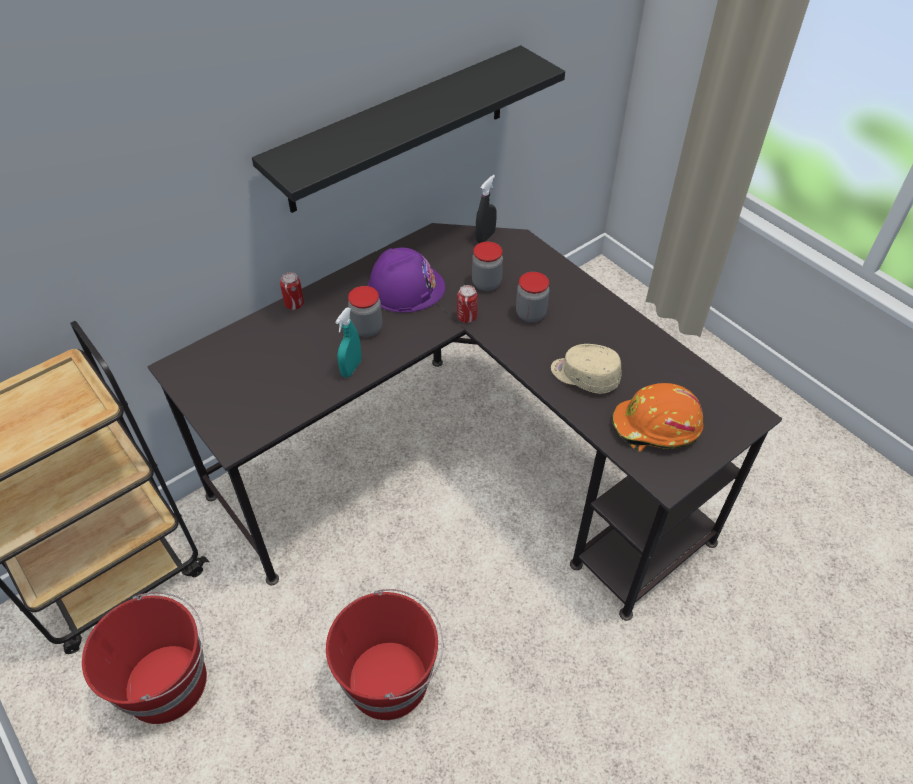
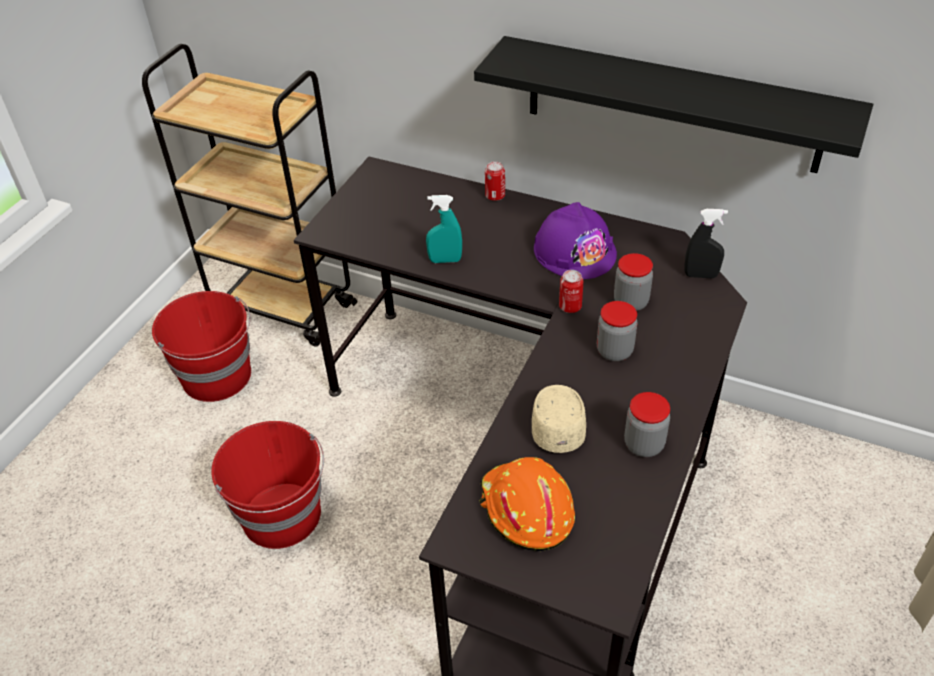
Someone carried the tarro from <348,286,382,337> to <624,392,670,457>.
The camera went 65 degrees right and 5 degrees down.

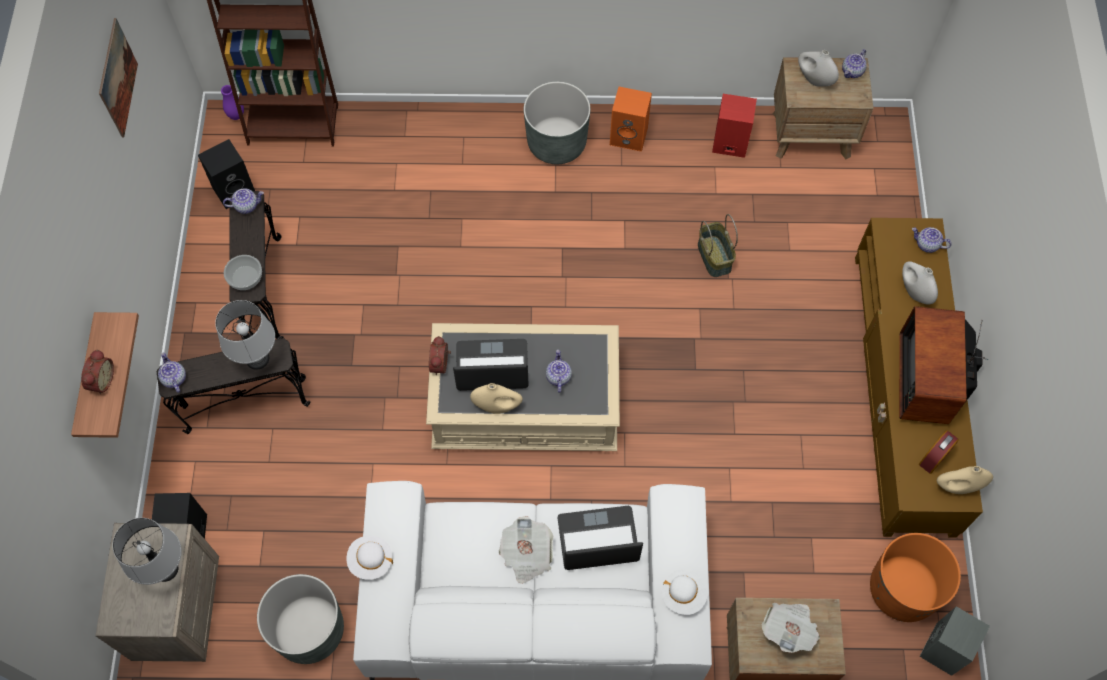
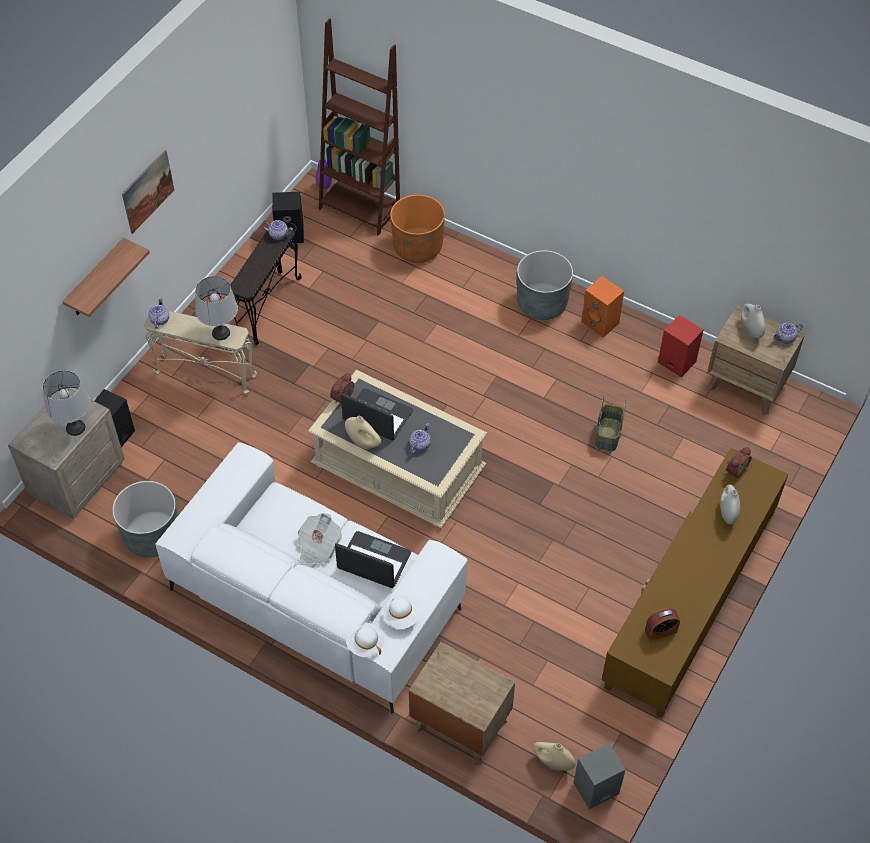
Someone carried the despertador from <81,350,114,394> to <726,447,752,478>.
Someone carried the cuadro from <99,18,138,137> to <122,150,174,234>.
Someone repainted the mesa auxiliar (negro) at <156,338,311,434>, which became the mesa auxiliar (beis) at <144,311,257,395>.
Someone took away the cuenco at <224,255,262,290>.
Someone carried the sombrero (blanco) from <347,536,393,580> to <346,622,384,657>.
Someone took away the periódico at <761,603,820,653>.
Someone carried the maceta (naranja) from <870,533,961,622> to <390,195,445,263>.
Someone took away the televisor at <899,306,988,424>.
Someone took away the tetera at <912,227,951,253>.
Someone carried the florero (beis) from <937,466,993,494> to <533,742,576,771>.
The camera went 30 degrees right and 10 degrees down.

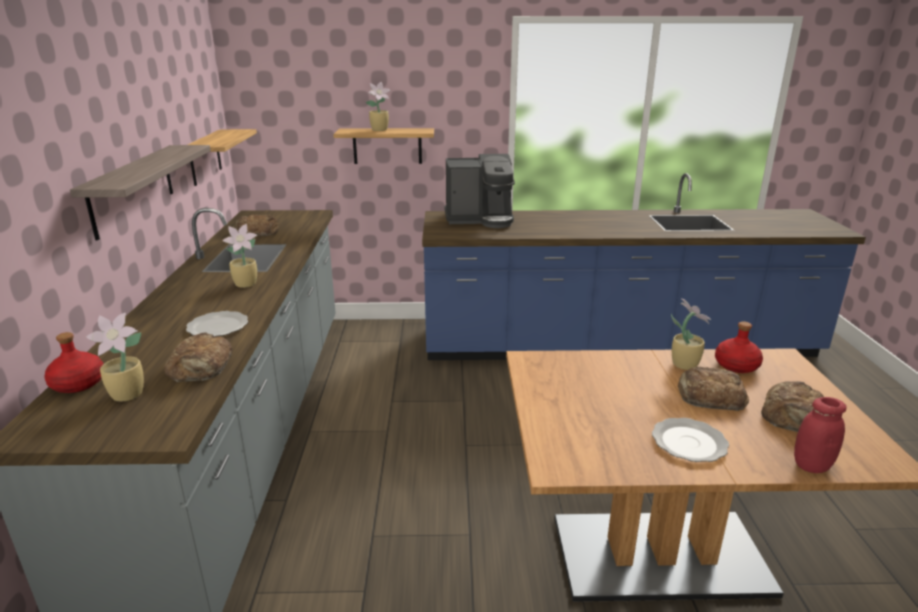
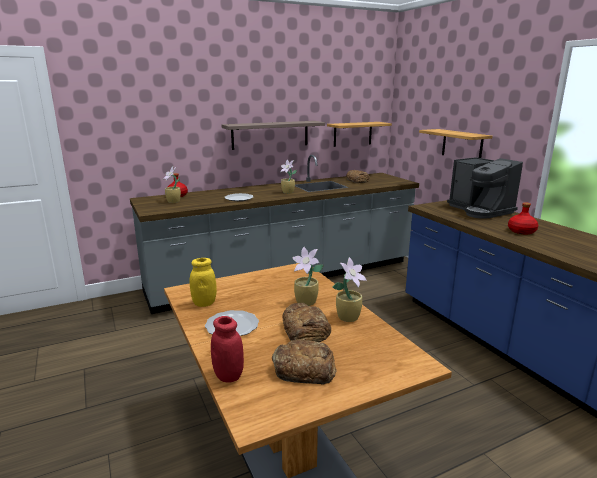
Someone took away the pan at <164,332,232,382>.
Someone carried the planta en maceta from <365,82,391,131> to <292,247,324,306>.
Someone carried the botella (rojo) from <715,321,763,373> to <508,202,538,234>.
Someone put down the tarro (amarillo) at <190,258,217,307>.
The camera went 65 degrees right and 5 degrees down.

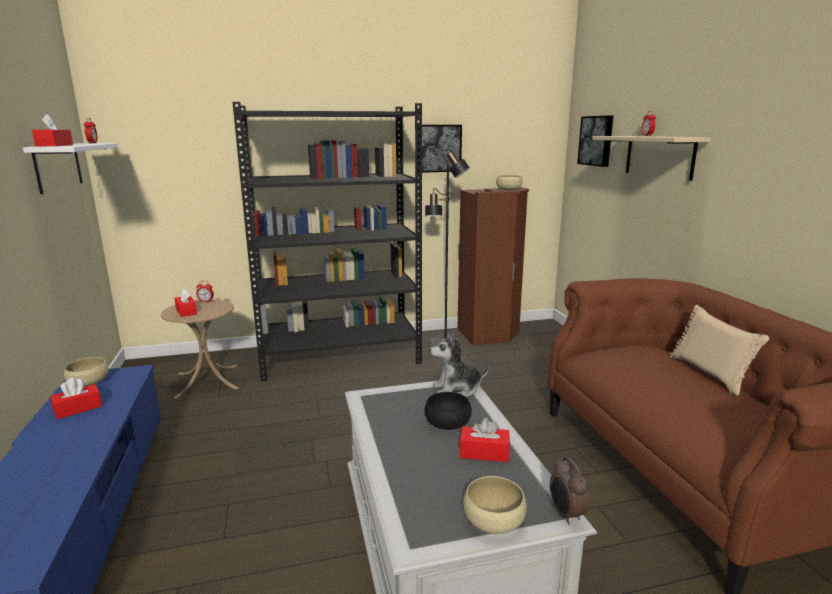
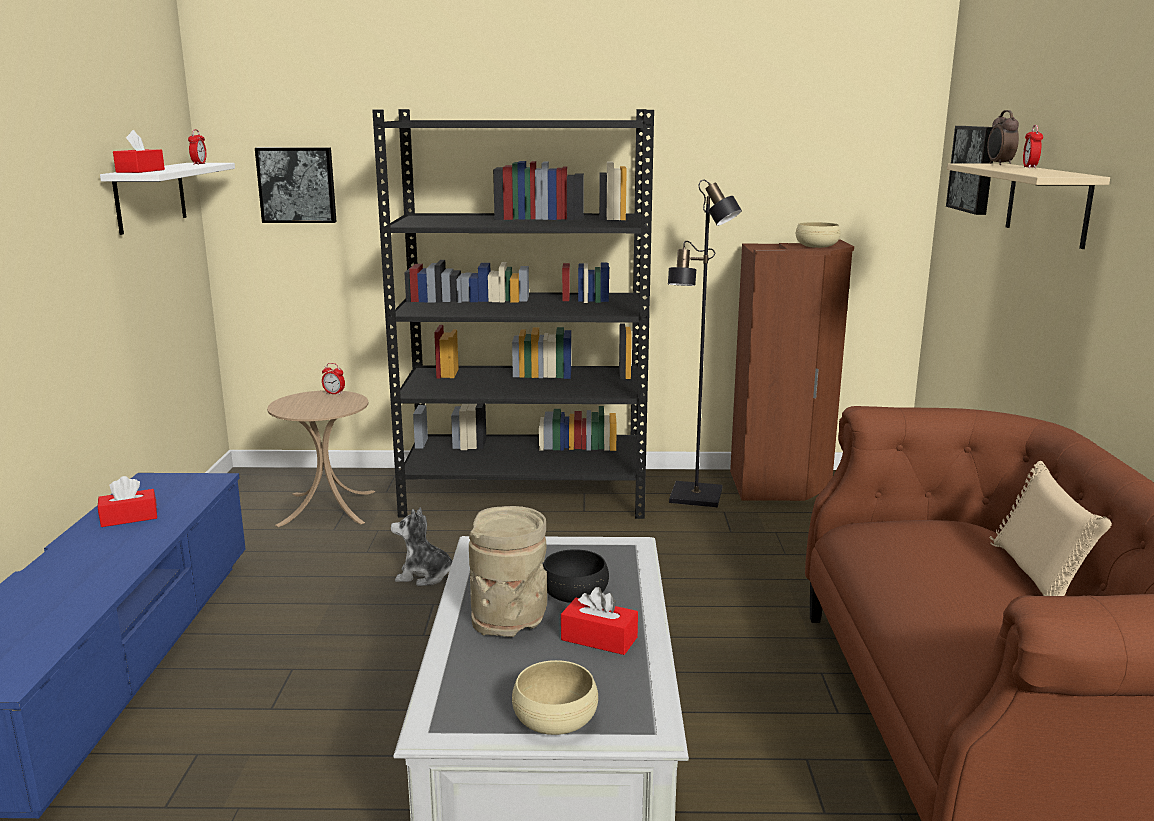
Someone took away the cuenco (beis) at <64,357,109,386>.
Someone took away the caja de pañuelos (rojo) at <175,288,197,317>.
Someone carried the cuadro from <417,125,462,173> to <255,147,337,223>.
Someone carried the peluche from <430,333,489,397> to <391,507,453,586>.
Someone carried the despertador from <550,457,589,525> to <987,110,1019,165>.
Someone put down the florero (beis) at <469,506,547,637>.
The camera went 15 degrees right and 0 degrees up.

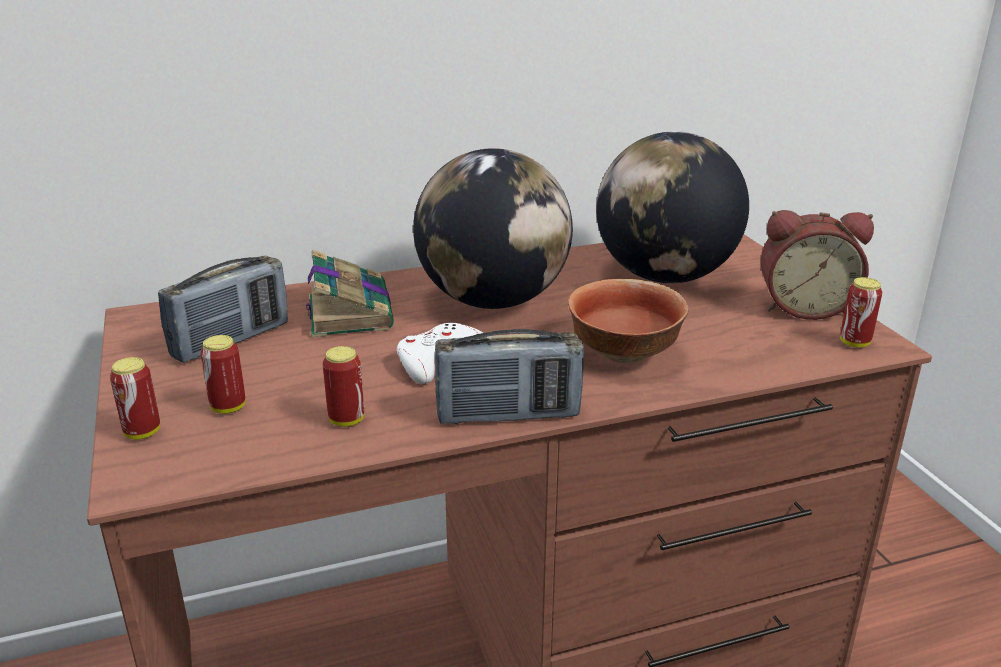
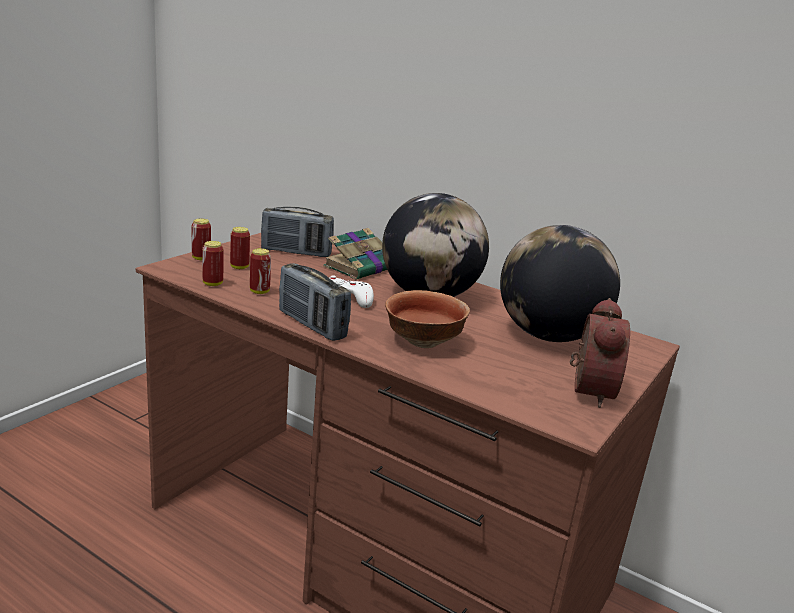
Someone rotated the despertador at <761,210,874,320> by 135 degrees counterclockwise.
Someone carried the lata from <840,277,882,348> to <202,241,224,286>.
The camera went 50 degrees right and 5 degrees down.

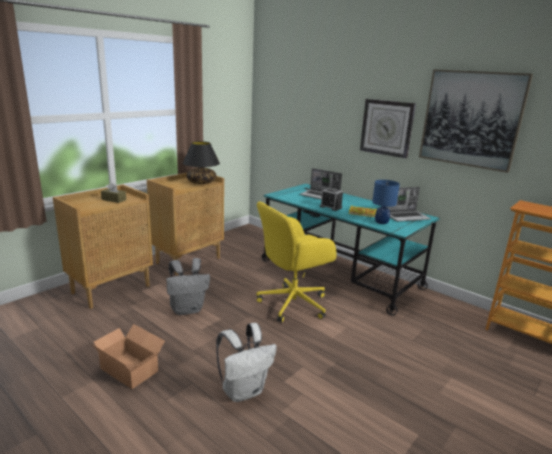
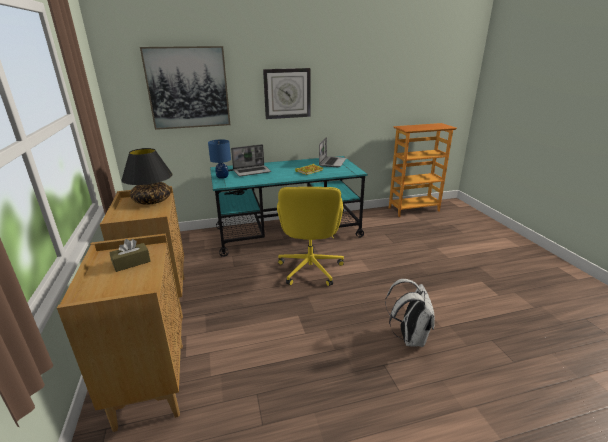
Someone took away the caja de cartón at <92,324,165,389>.
Someone took away the mochila (gris) at <166,258,210,315>.
Someone took away the despertador at <320,188,343,211>.
Someone carried the lámpara de mesa (azul) from <372,180,400,224> to <208,139,231,179>.
Someone carried the cuadro from <419,70,533,173> to <140,46,230,130>.
The camera went 55 degrees left and 5 degrees up.

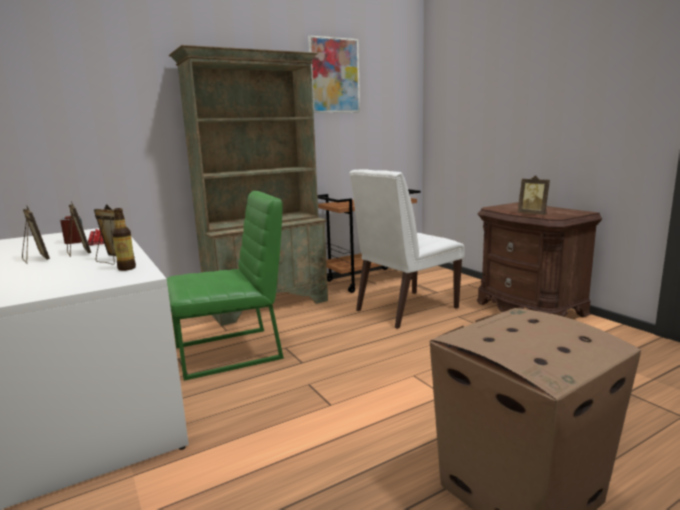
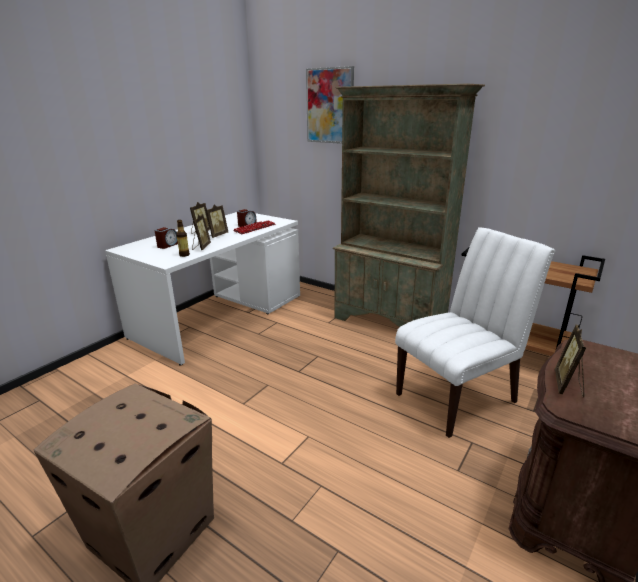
Someone took away the silla (verde) at <167,191,284,381>.
Someone carried the cuadro from <308,35,360,113> to <306,66,354,144>.
Someone rotated the silla (blanco) at <349,169,465,329> by 120 degrees clockwise.
Someone put down the despertador at <155,227,178,249>.
The camera went 65 degrees right and 10 degrees up.

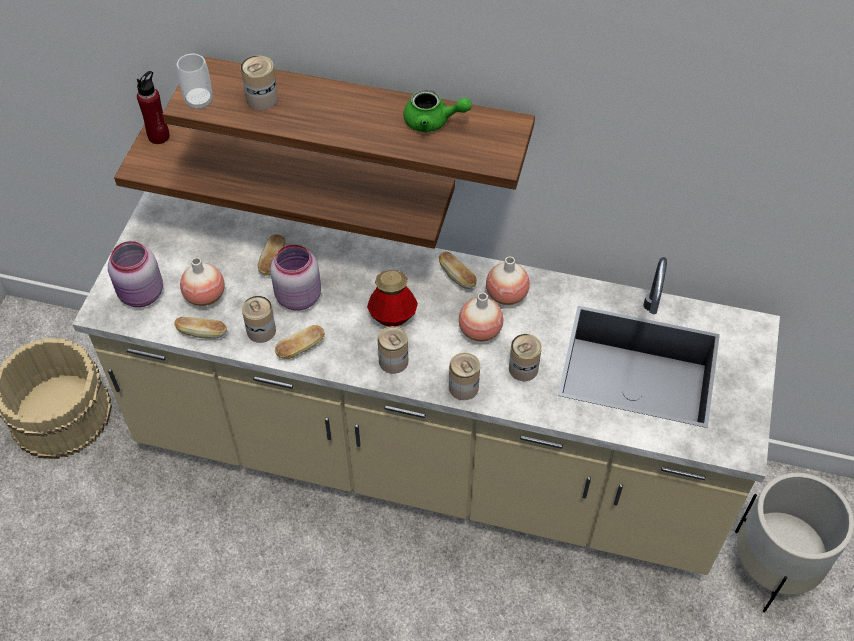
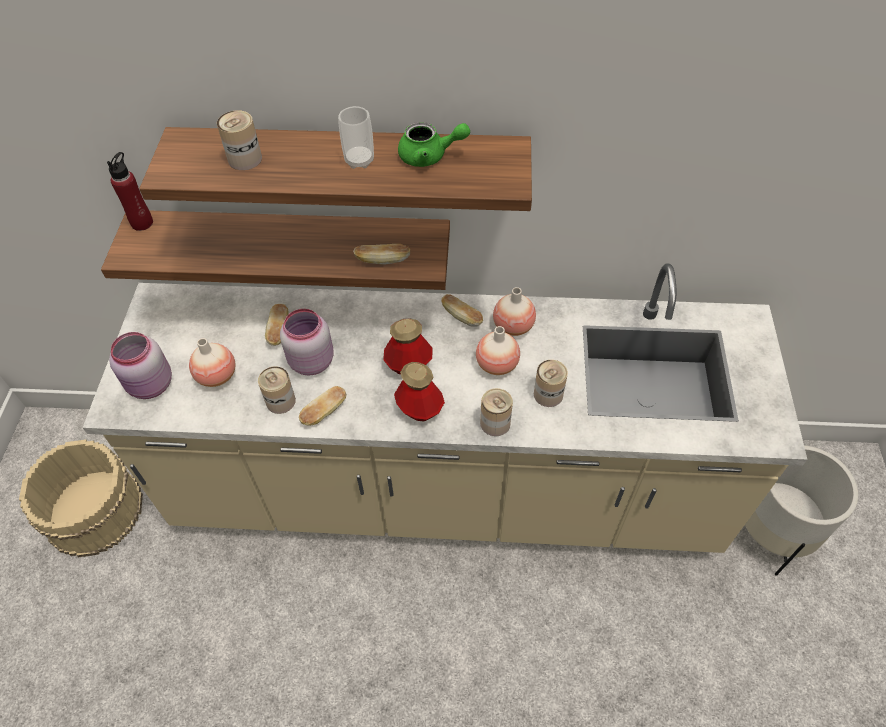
Someone carried the pan from <174,317,227,339> to <353,244,410,265>.
Someone carried the taza from <177,54,213,110> to <338,106,374,169>.
Someone swapped the lata at <378,326,408,374> for the botella at <394,362,445,422>.
The camera went 10 degrees left and 0 degrees up.

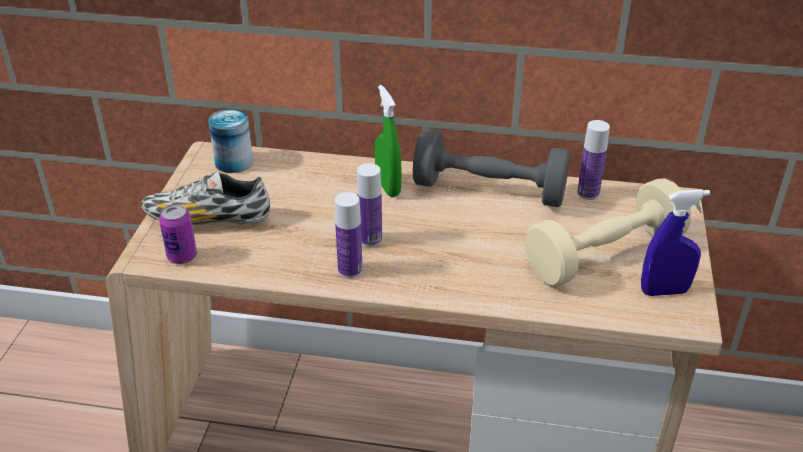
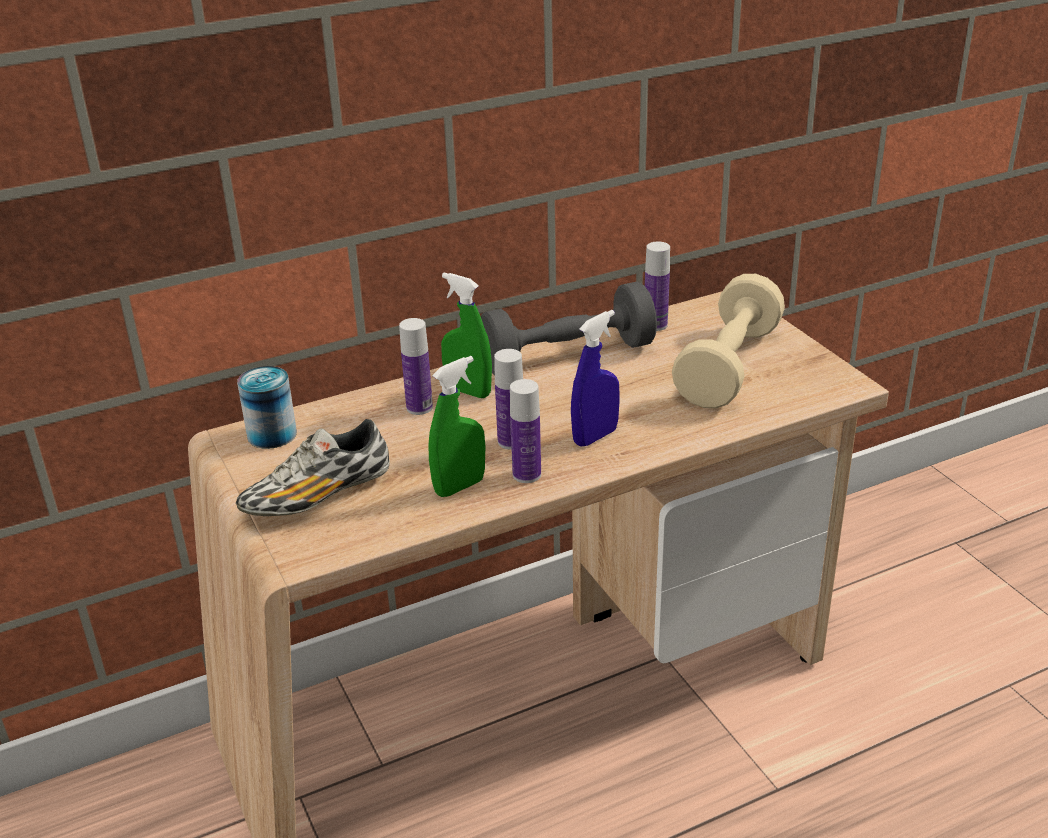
Someone took away the lata at <159,204,197,264>.
Someone carried the pulverizador (azul) from <641,189,710,296> to <571,310,620,447>.
Someone put down the botella at <399,318,433,415>.
Someone put down the pulverizador (verde) at <428,356,485,497>.
The camera went 35 degrees left and 5 degrees down.

